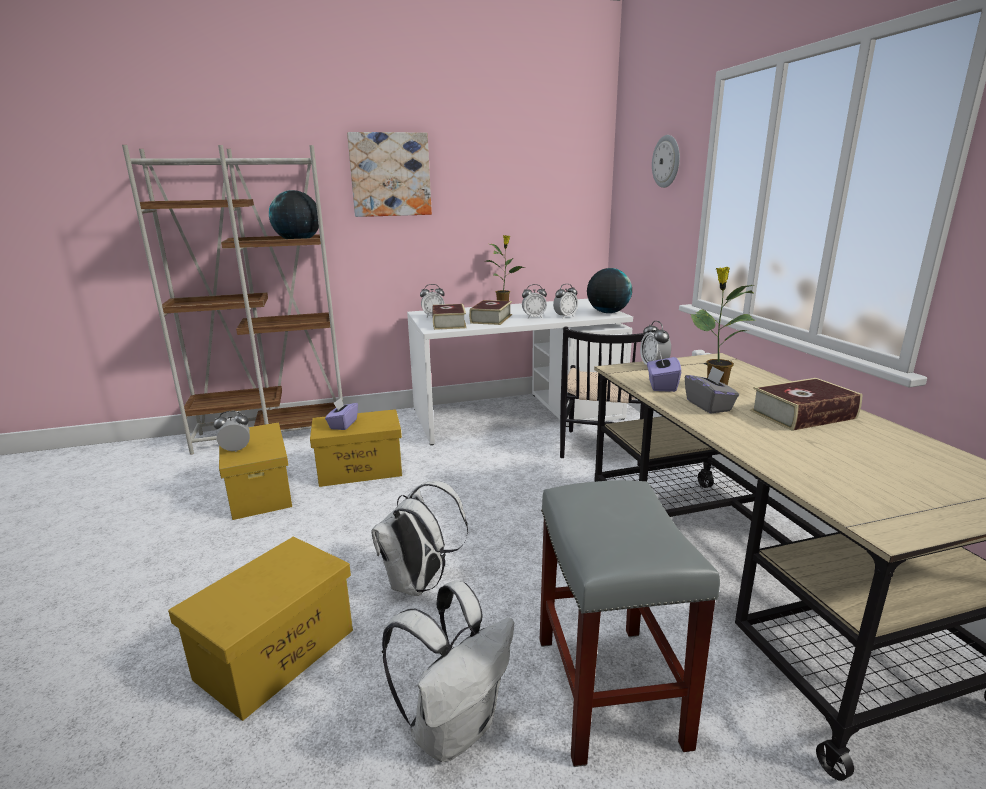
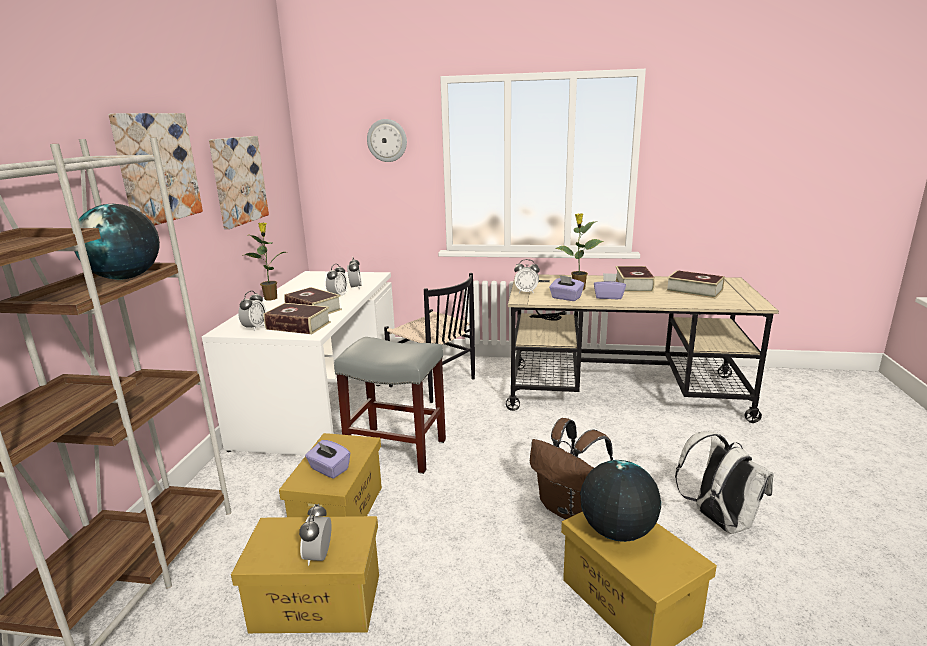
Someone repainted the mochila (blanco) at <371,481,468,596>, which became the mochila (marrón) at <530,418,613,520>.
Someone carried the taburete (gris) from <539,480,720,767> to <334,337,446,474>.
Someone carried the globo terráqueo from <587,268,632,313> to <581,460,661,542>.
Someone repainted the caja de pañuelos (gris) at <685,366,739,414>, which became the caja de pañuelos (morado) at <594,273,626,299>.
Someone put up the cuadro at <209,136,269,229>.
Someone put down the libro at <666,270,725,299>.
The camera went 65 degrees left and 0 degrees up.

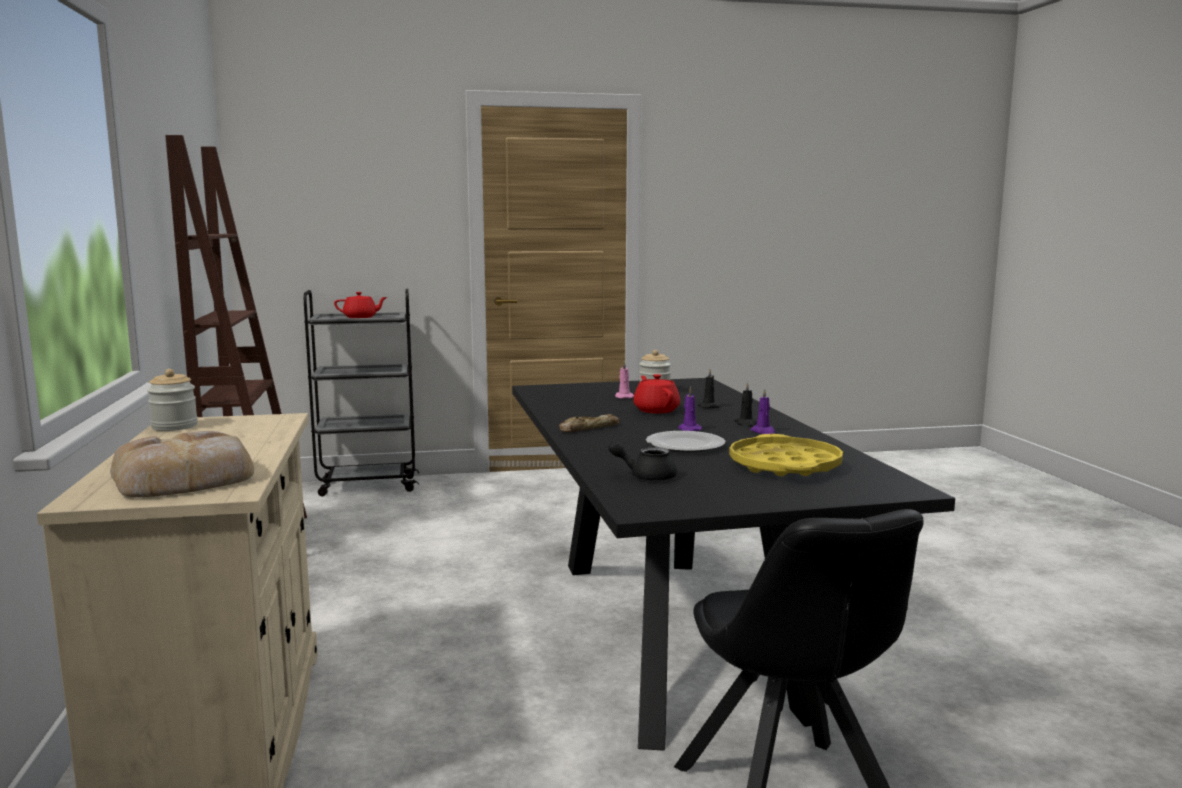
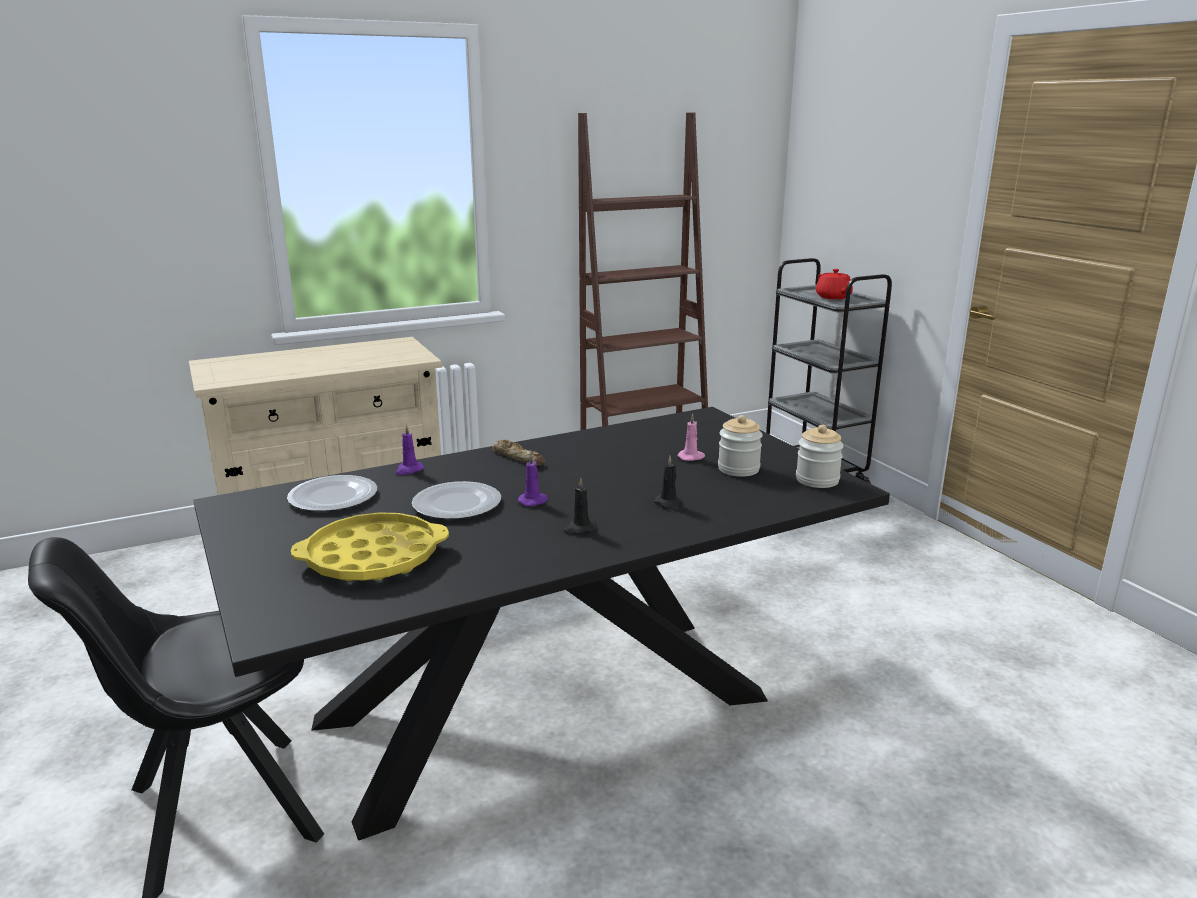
Someone took away the pan at <110,431,254,497>.
Someone carried the tarro from <147,369,198,431> to <796,425,844,488>.
Someone swapped the tetera (negro) at <608,441,677,481> for the plato at <287,475,377,511>.
Someone took away the tetera (rojo) at <633,374,680,413>.
Someone carried the vela (morado) from <750,388,775,434> to <395,425,424,475>.
The camera went 75 degrees right and 10 degrees up.

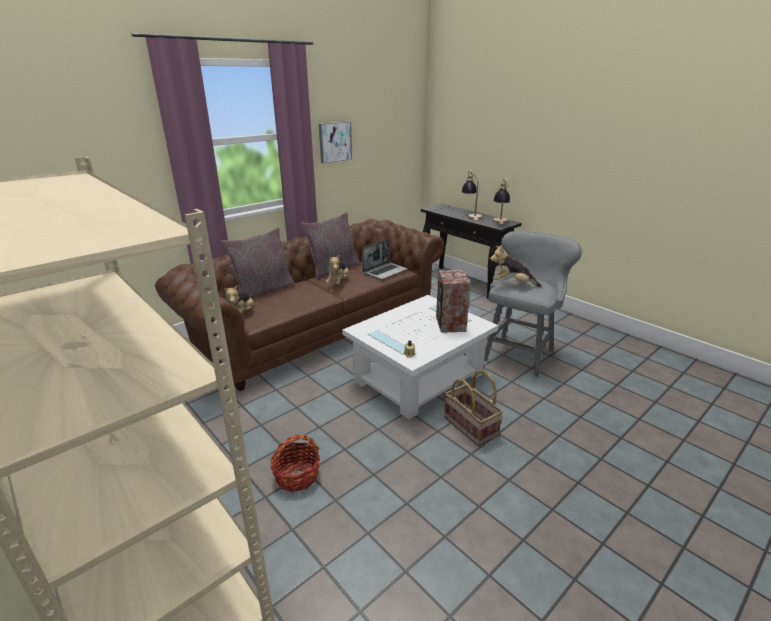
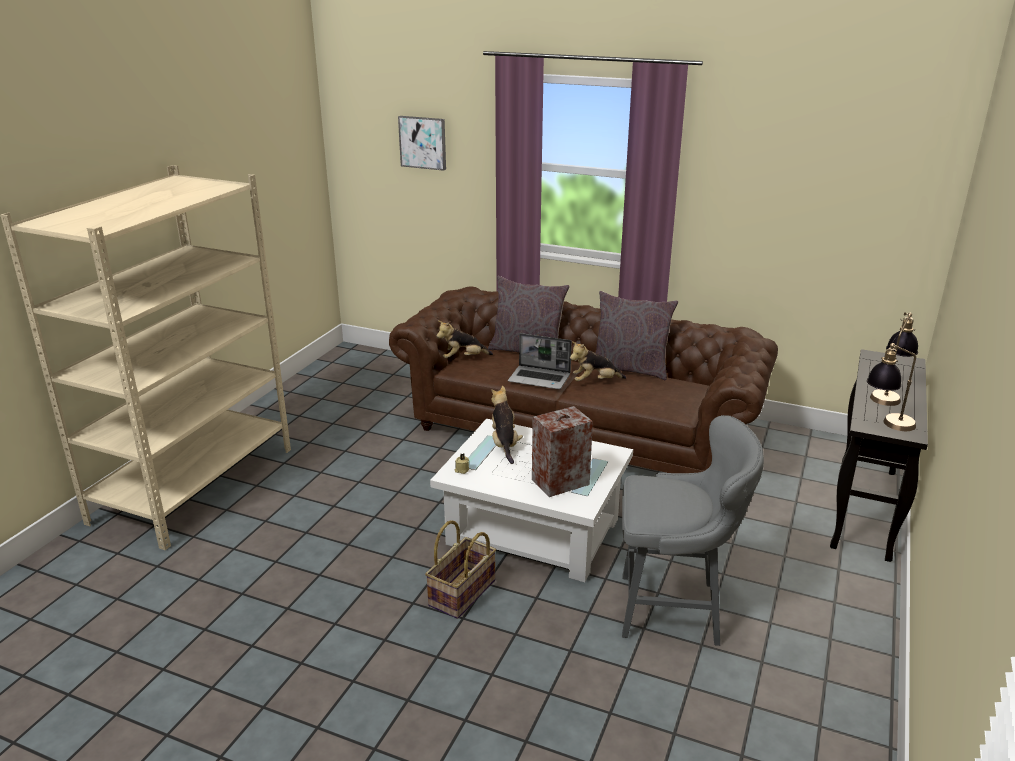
Someone took away the cesta at <270,434,320,492>.
Someone carried the cuadro from <319,121,352,163> to <398,116,446,171>.
Someone carried the portátil from <362,239,407,280> to <508,333,572,389>.
Someone carried the peluche from <490,245,541,287> to <491,386,523,464>.
The camera went 65 degrees right and 0 degrees up.

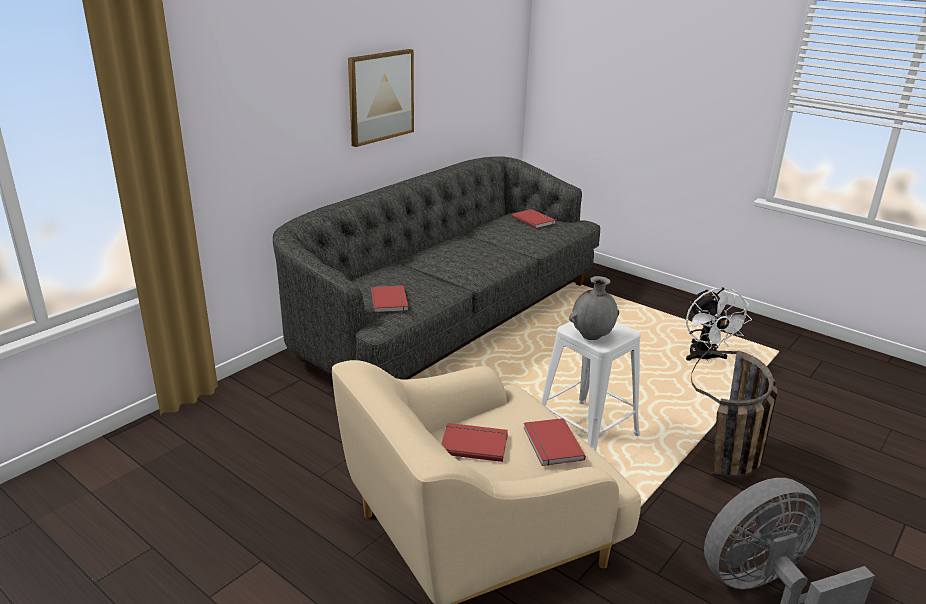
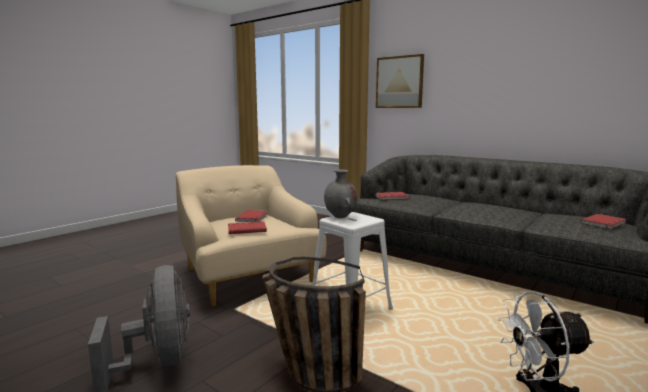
Someone carried the cuadro from <348,49,414,147> to <376,54,424,108>.
The camera went 90 degrees right and 15 degrees down.

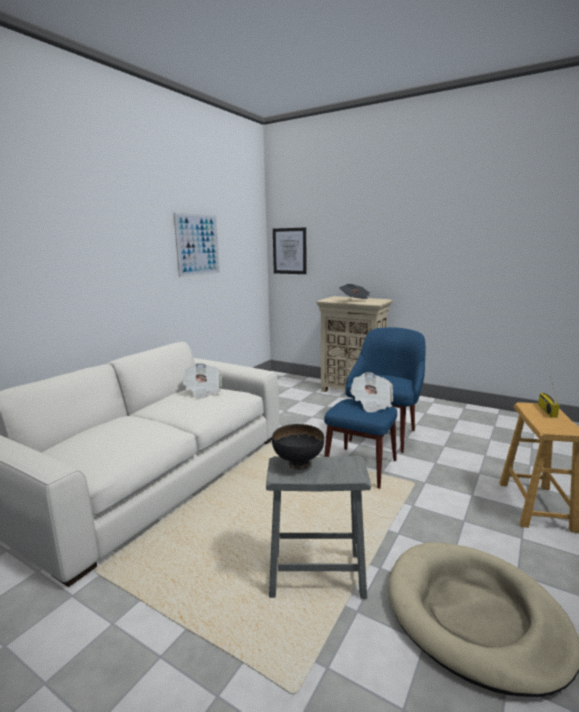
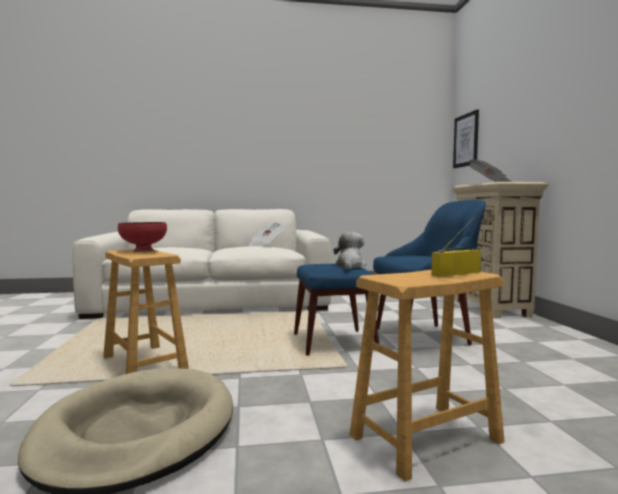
Someone took away the cuadro at <174,213,220,277>.
Someone repainted the taburete (gris) at <266,456,371,599>, which became the taburete (marrón) at <103,249,189,374>.
Someone repainted the cuenco (negro) at <272,424,324,470>, which became the cuenco (rojo) at <118,222,167,252>.
Someone swapped the periódico at <350,372,393,412> for the peluche at <333,232,367,269>.
The camera went 50 degrees right and 10 degrees down.

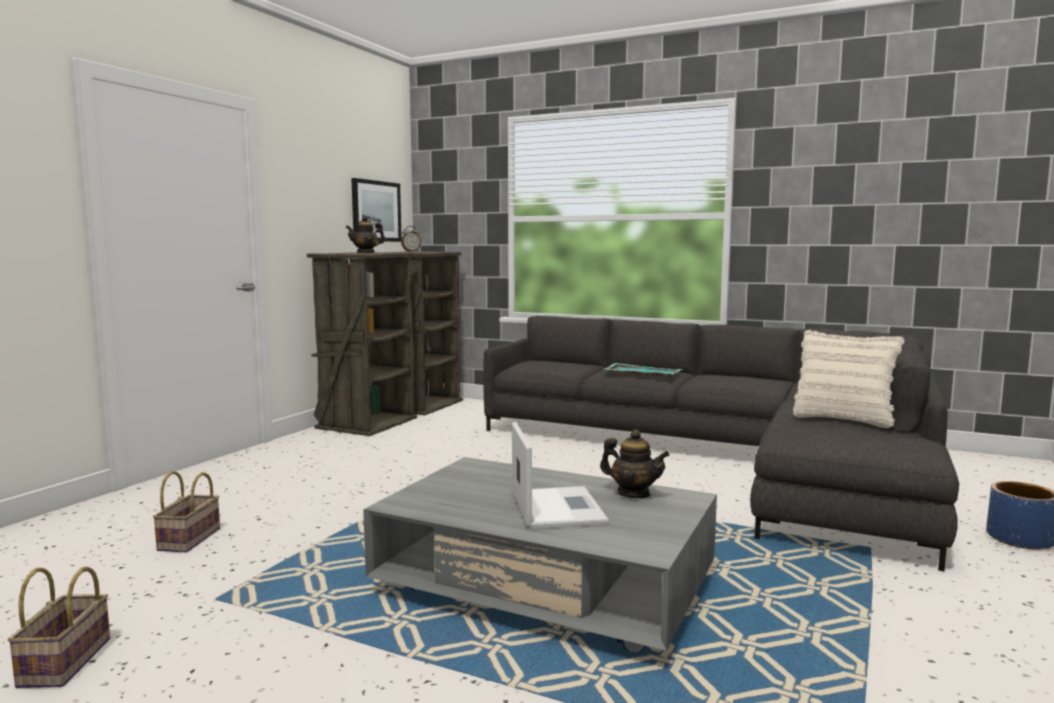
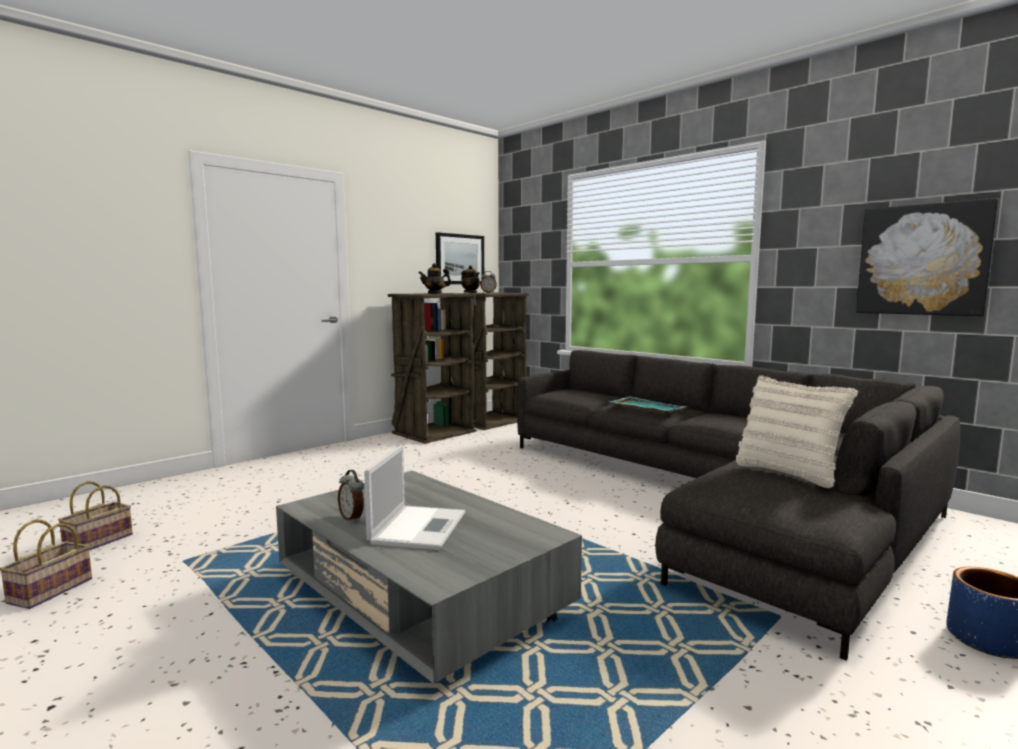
Someone carried the cesta from <153,471,220,552> to <58,481,133,550>.
Someone carried the tetera from <600,430,670,498> to <461,265,480,293>.
Someone put down the despertador at <338,470,364,523>.
Someone put up the cuadro at <856,198,999,316>.
The camera went 20 degrees right and 0 degrees up.

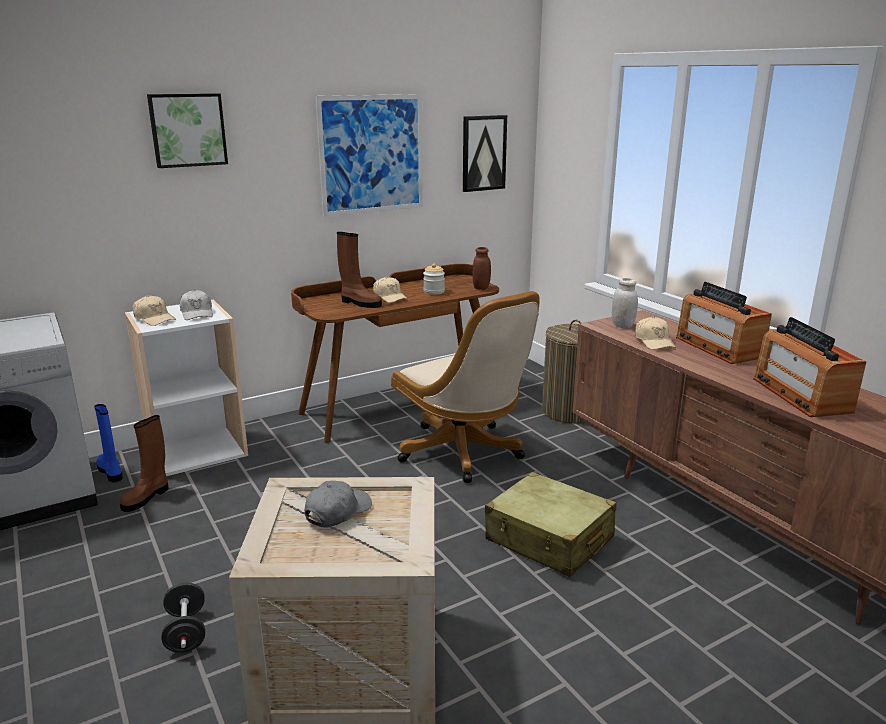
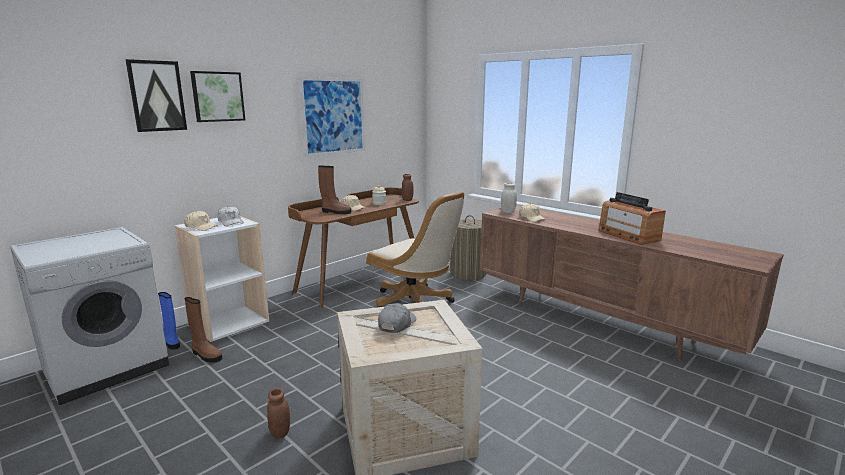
Someone rotated the bota (marrón) at <120,415,168,512> by 75 degrees counterclockwise.
Someone swapped the mancuerna (negro) at <162,583,205,653> for the tarro (marrón) at <267,388,290,438>.
Someone carried the cuadro from <463,115,507,192> to <125,59,187,132>.
Someone took away the maleta (beis) at <485,472,616,577>.
Someone took away the radio at <676,282,772,364>.
The camera went 15 degrees left and 5 degrees down.

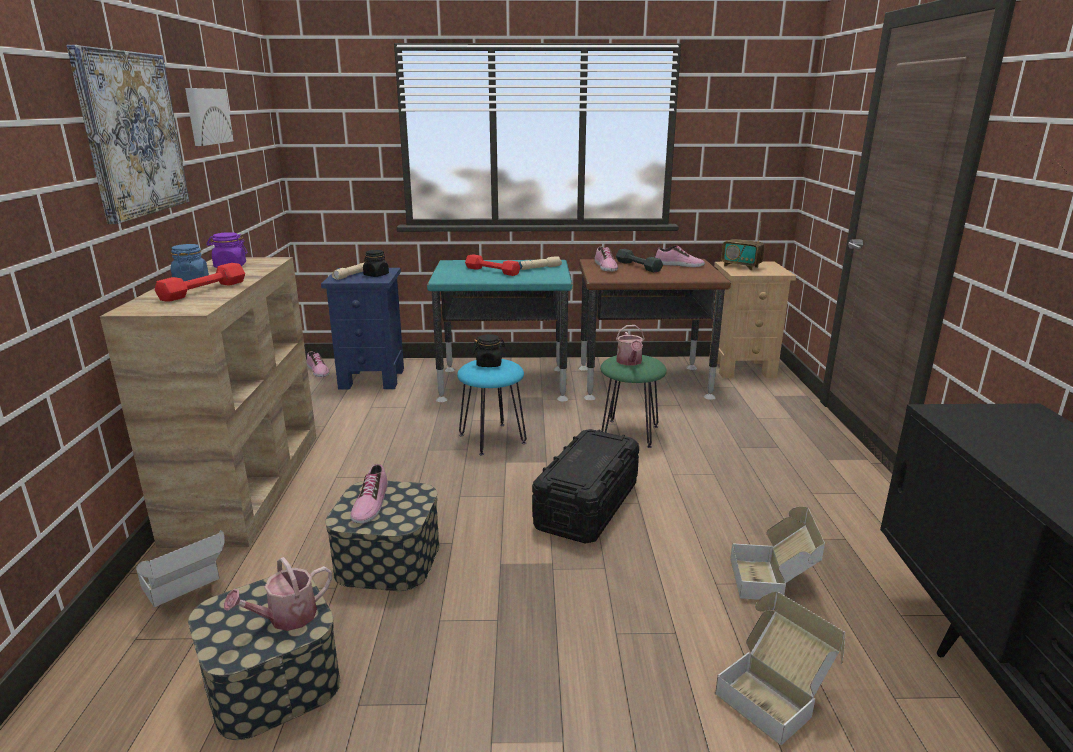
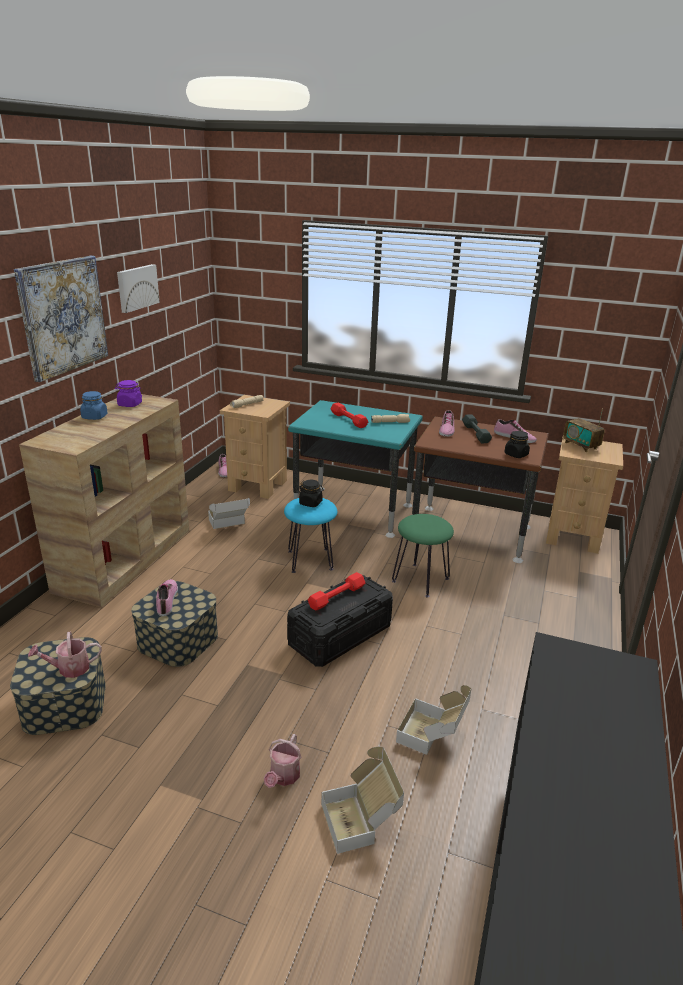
Someone carried the caja de cartón from <136,530,225,608> to <208,498,250,529>.
Someone carried the mancuerna (rojo) from <155,263,245,302> to <308,572,365,610>.
Someone repainted the mesita de noche (azul) at <321,268,404,390>, which became the mesita de noche (beis) at <220,395,290,499>.
Someone rotated the zapato at <350,464,388,524> by 150 degrees clockwise.
Someone carried the tarro (negro) from <363,250,389,277> to <505,431,530,458>.
Someone carried the regadera from <616,325,645,366> to <264,734,301,788>.
The camera went 20 degrees right and 5 degrees up.

